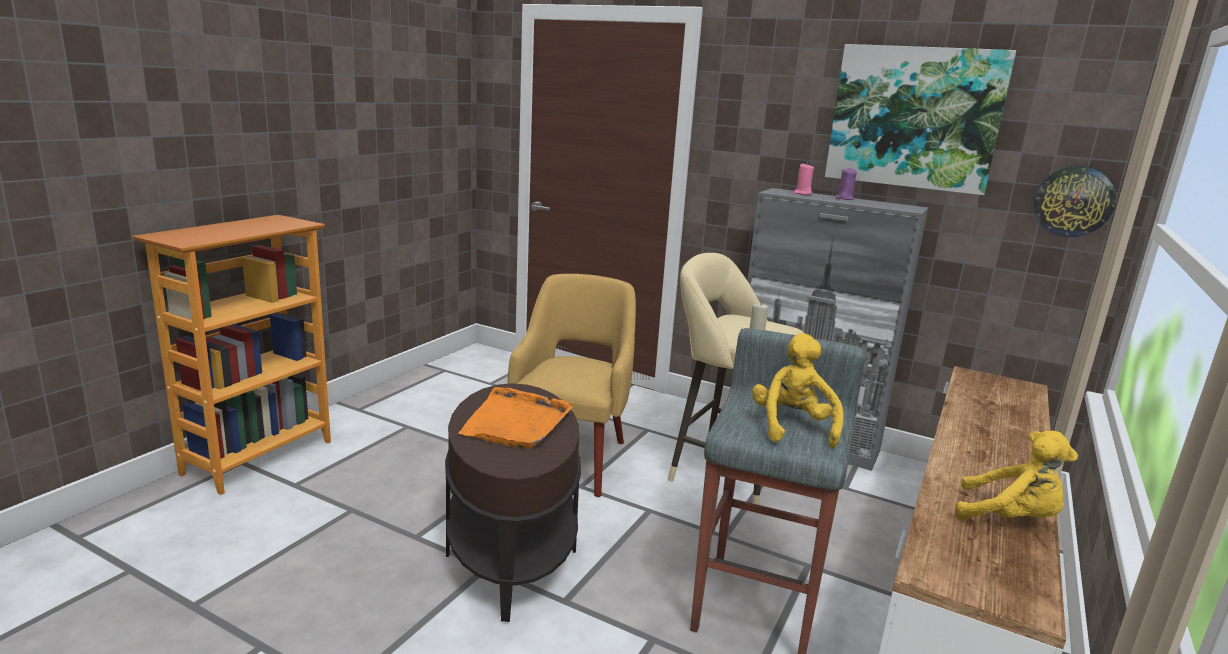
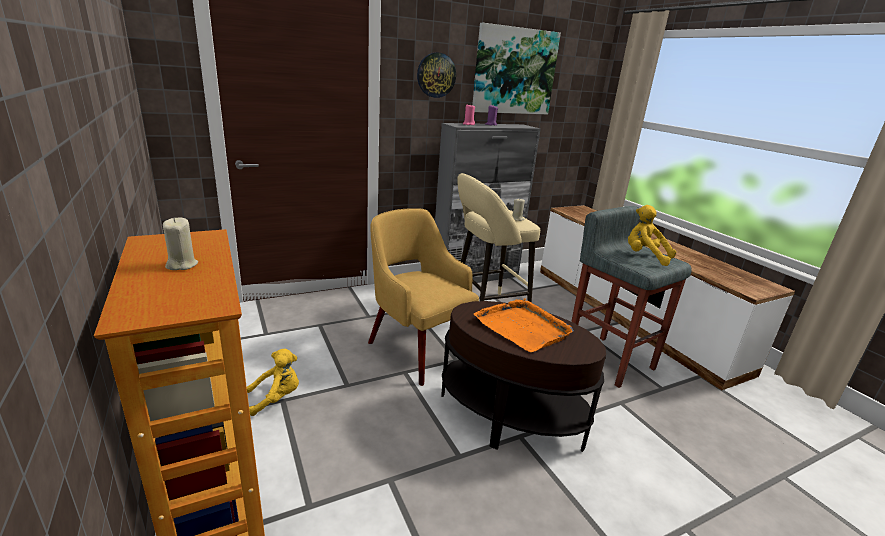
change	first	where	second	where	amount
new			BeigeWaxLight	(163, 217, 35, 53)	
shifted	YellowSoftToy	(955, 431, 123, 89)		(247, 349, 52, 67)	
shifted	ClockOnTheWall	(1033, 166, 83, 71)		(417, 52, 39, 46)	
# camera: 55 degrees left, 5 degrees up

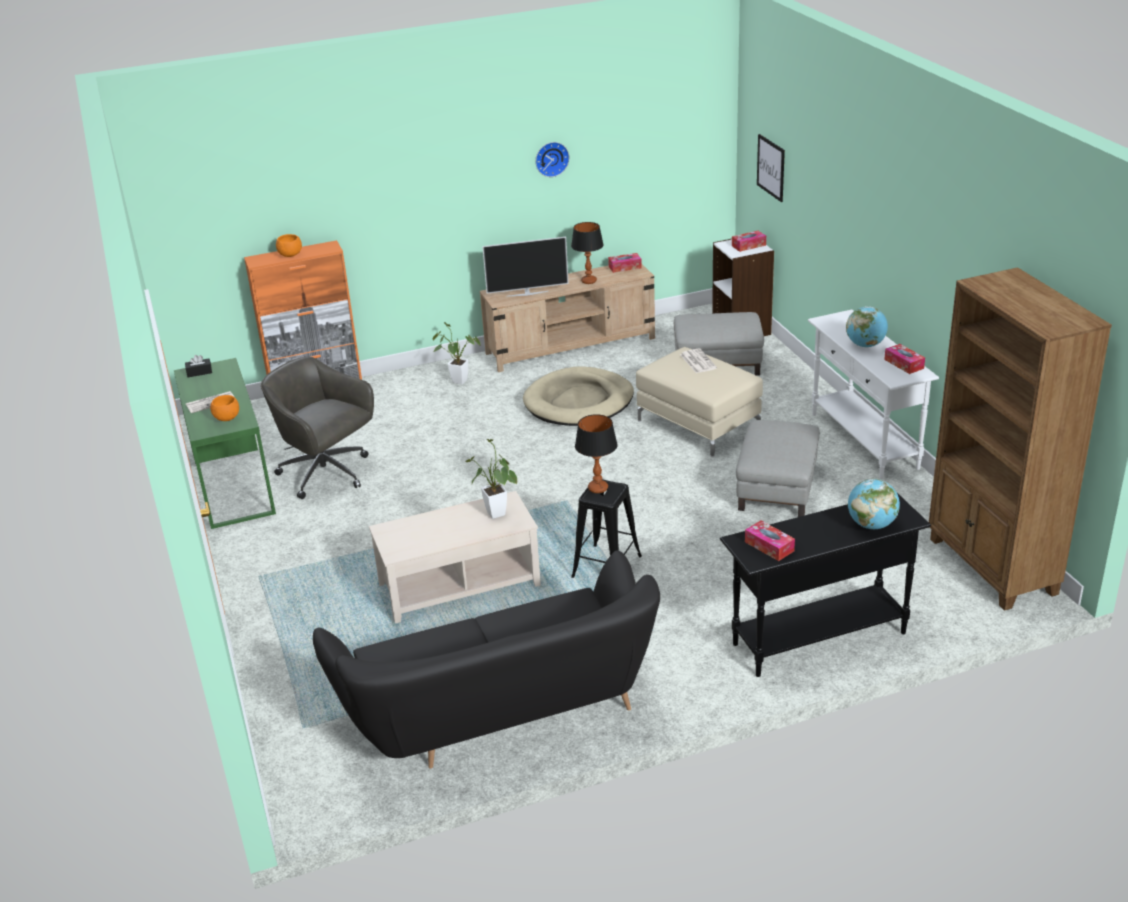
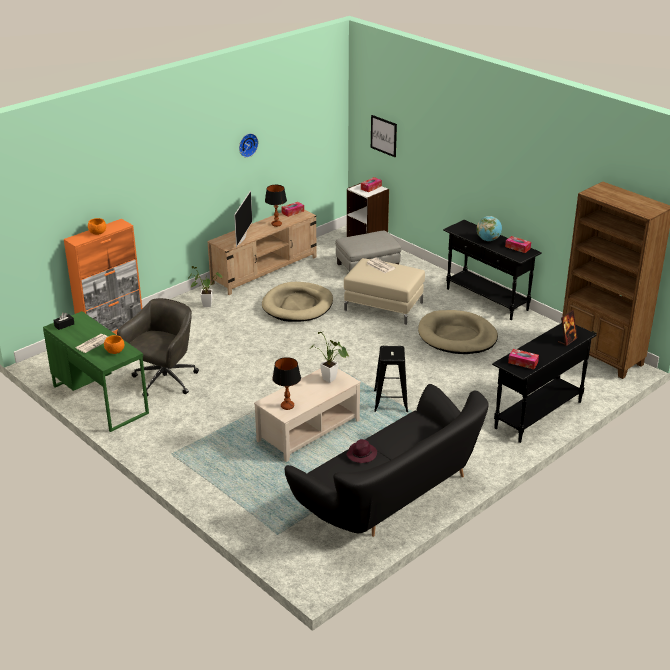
change	first	where	second	where	amount
rotated	GreyComputerChair	(261, 357, 113, 142)		(117, 298, 82, 99)	105 degrees clockwise
rotated	Television	(482, 237, 87, 60)		(234, 191, 18, 56)	45 degrees counterclockwise
shifted	TabletopLamp	(575, 414, 43, 79)		(272, 357, 29, 53)	
new			PurplishClothingHat	(346, 439, 31, 24)	
swapped	GreyOttoman	(736, 420, 84, 97)	BeigeDogBed	(418, 310, 80, 44)	
repainted	WhitishConsoleTable	(808, 309, 131, 170)	BlackishConsoleTable	(443, 220, 99, 100)	
swapped	DeskGlobe	(848, 479, 52, 50)	StandingFrame	(558, 310, 20, 36)	
# camera: 25 degrees left, 0 degrees up

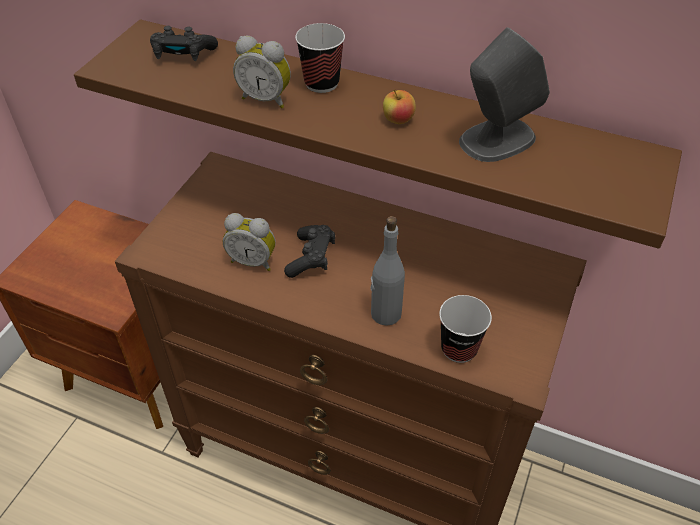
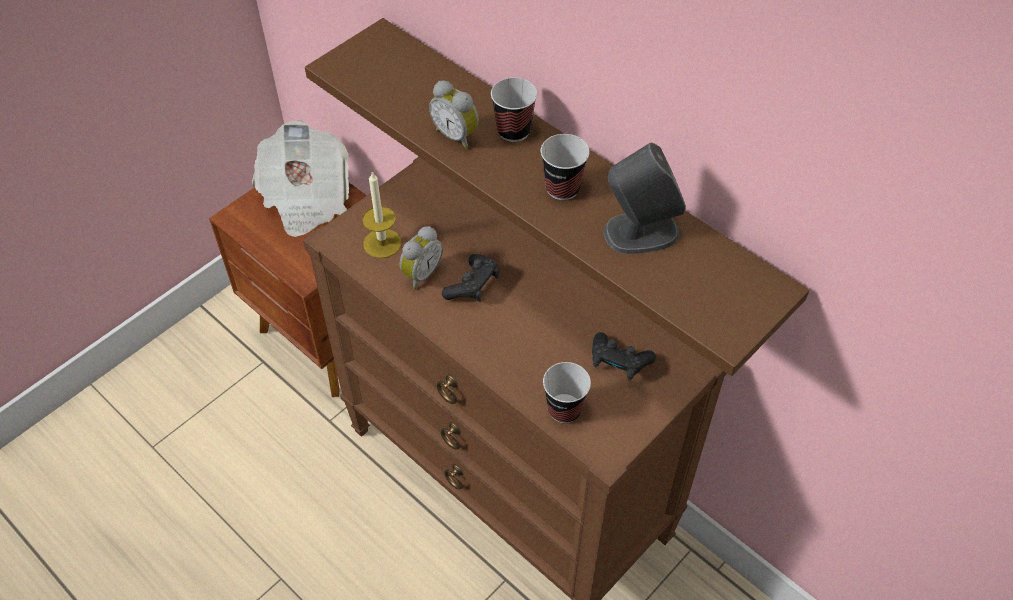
change	first	where	second	where	amount
new			Newspaper	(252, 120, 97, 117)	
new			WaxLight	(362, 172, 40, 86)	
rotated	TableClock	(223, 213, 53, 58)		(399, 226, 44, 63)	90 degrees counterclockwise
swapped	AppleFruit	(383, 89, 33, 35)	Cup	(541, 134, 49, 66)	
shifted	BlackishJoypad	(150, 26, 68, 35)		(592, 332, 64, 49)	
gone	GreyDrinkBottle	(371, 216, 34, 110)			
# camera: 20 degrees right, 5 degrees up

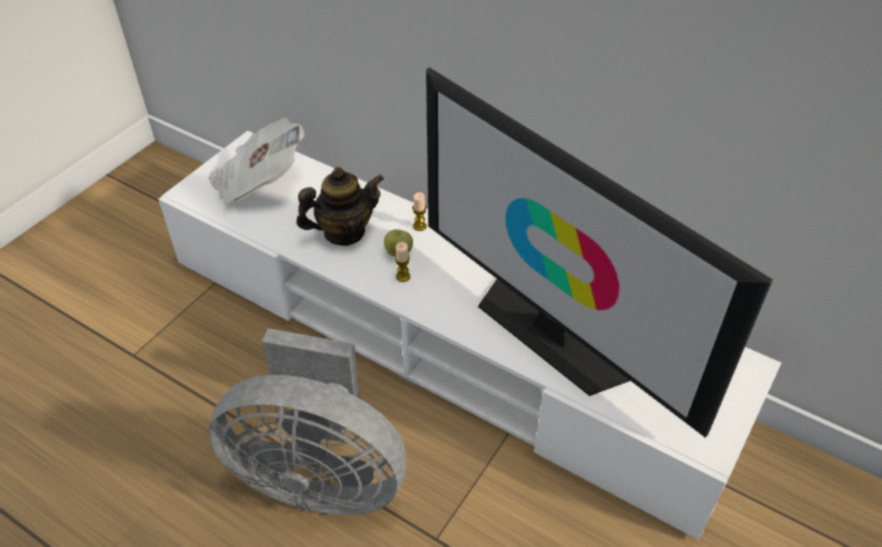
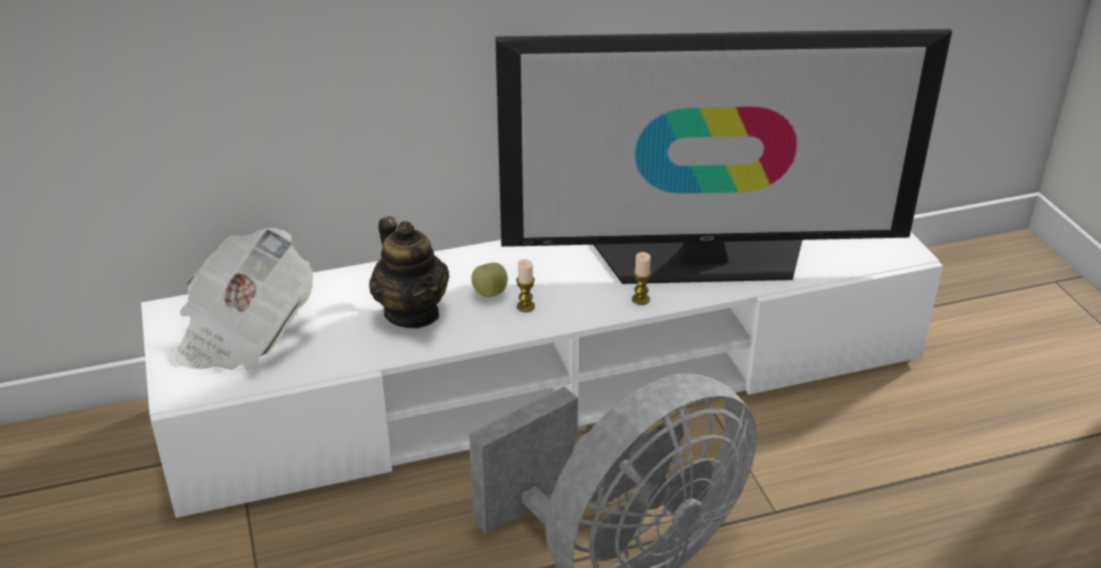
change	first	where	second	where	amount
rotated	Teapot	(296, 167, 88, 79)		(369, 216, 80, 112)	135 degrees clockwise
shifted	WaxLight	(412, 192, 15, 39)		(632, 252, 20, 53)	
# camera: 50 degrees left, 10 degrees down

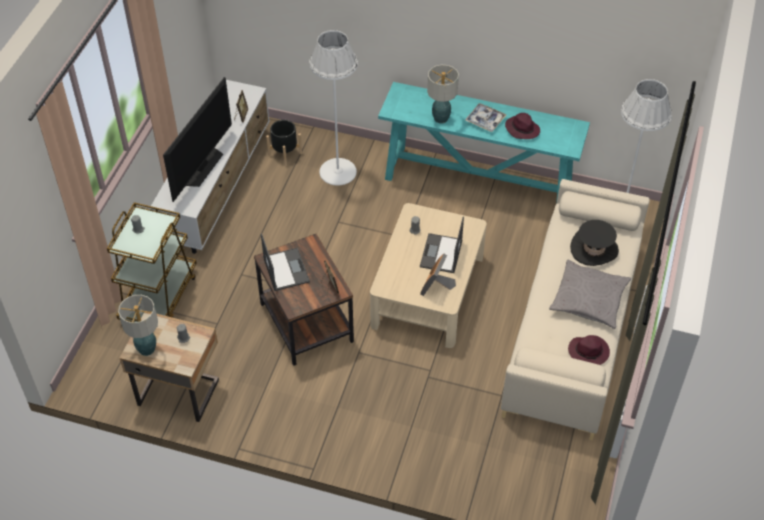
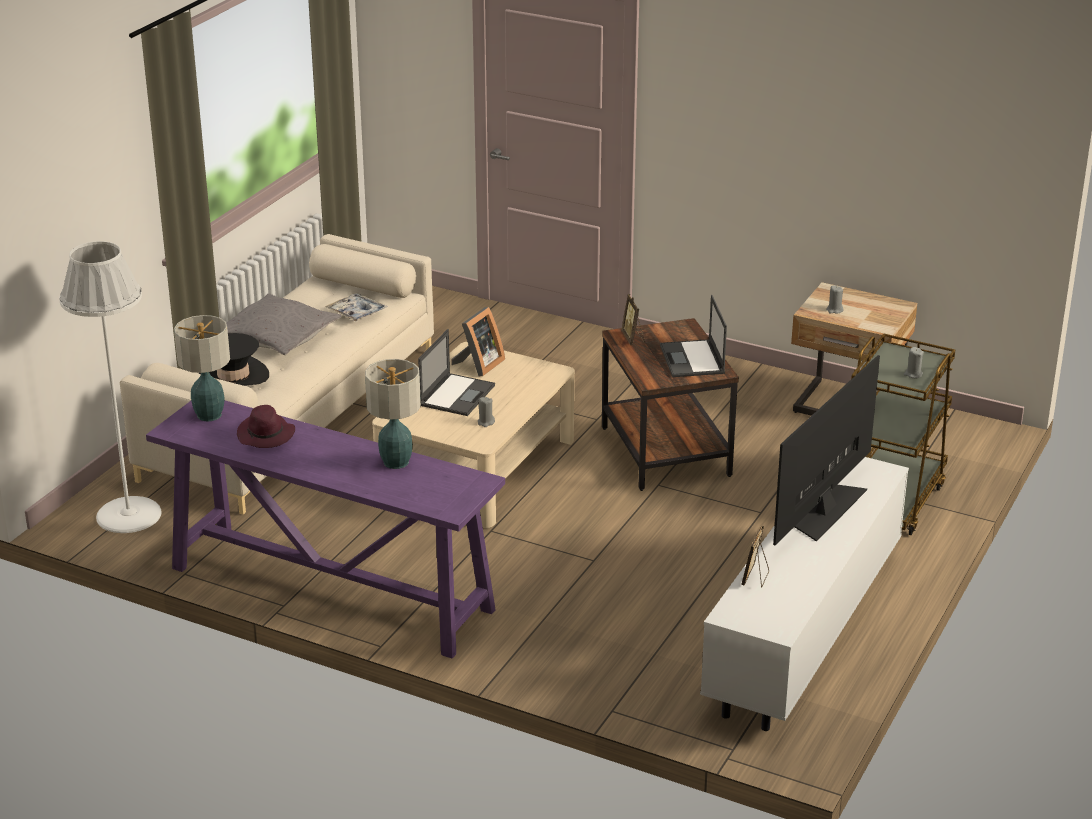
change	first	where	second	where	amount
repainted	BlueGreenConsoleTable	(378, 82, 212, 122)	PurplishConsoleTable	(146, 400, 359, 258)	
shifted	TabletopLamp	(118, 295, 40, 61)		(174, 315, 56, 107)	
shifted	Tray	(465, 103, 41, 29)		(325, 293, 63, 28)	
gone	BlackishPlantPot	(266, 120, 36, 46)			
gone	WhitishStandingLamp	(309, 30, 49, 156)			
gone	PurplishClothingHat	(568, 335, 42, 30)			
# camera: 170 degrees left, 20 degrees down

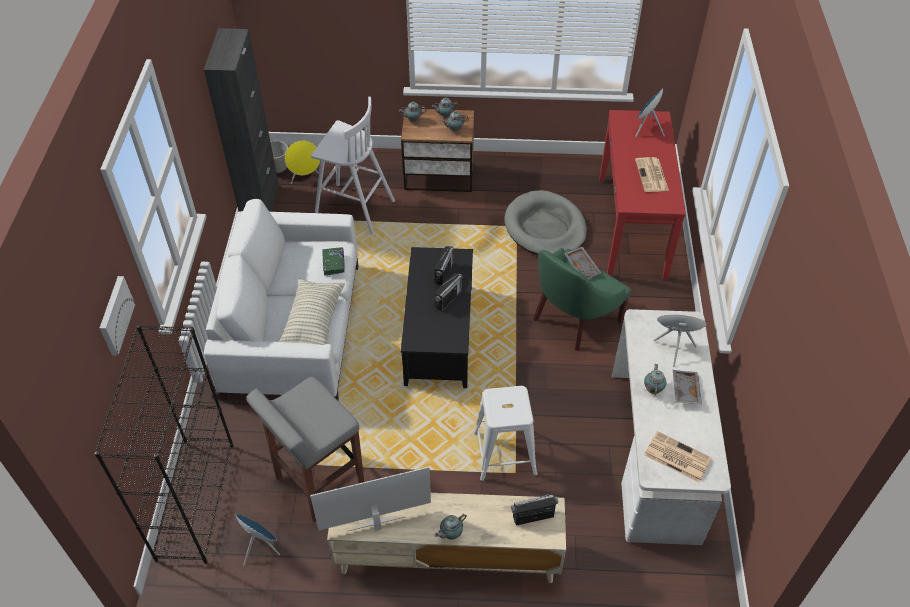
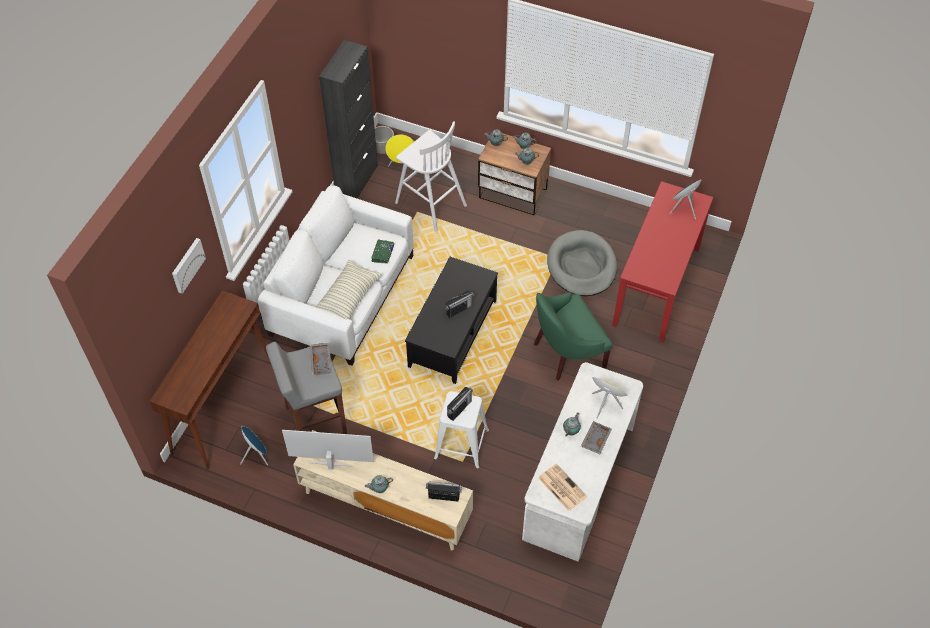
change	first	where	second	where	amount
swapped	BlackishShelvingUnit	(94, 325, 139, 239)	BrownColouredConsoleTable	(150, 291, 119, 178)	
shifted	GreyTray	(565, 246, 36, 33)		(310, 343, 22, 32)	
shifted	RadioReceiver	(435, 246, 19, 39)		(447, 387, 26, 34)	
gone	Newspaper	(635, 157, 34, 35)			
# camera: 20 degrees right, 5 degrees up

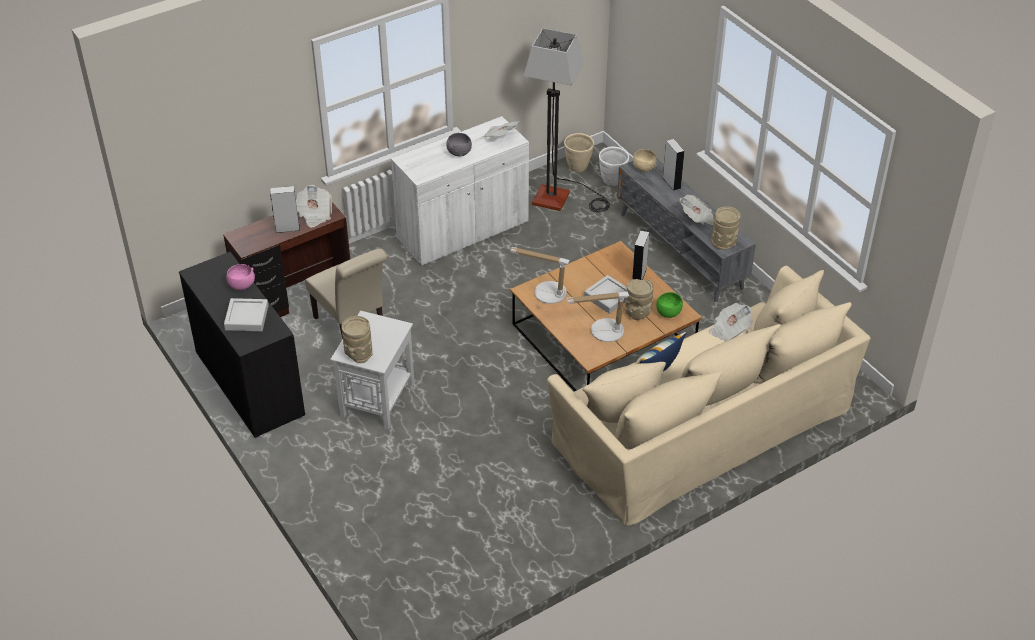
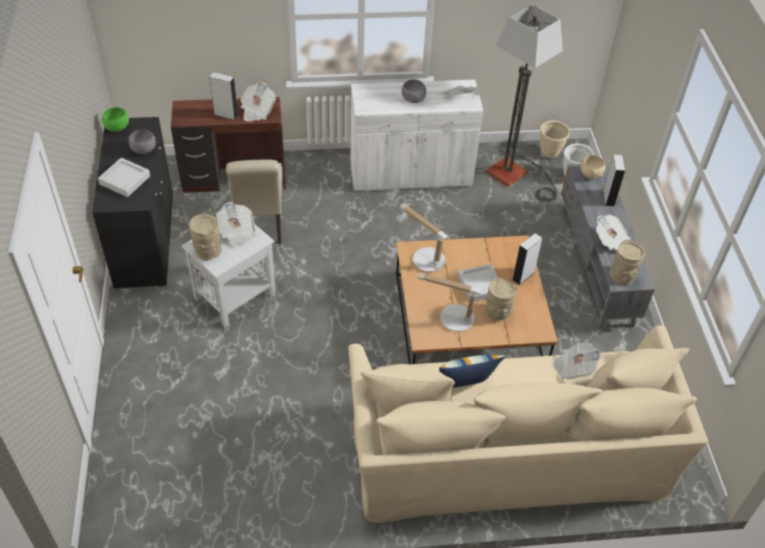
change	first	where	second	where	amount
shifted	GreenColouredServingBowl	(656, 292, 27, 26)		(102, 107, 27, 25)	
repainted	PinkServingBowl	(226, 264, 29, 26)	GreyServingBowl	(129, 129, 27, 25)	
new			Newspaper	(216, 202, 40, 46)	
# camera: 25 degrees right, 5 degrees up

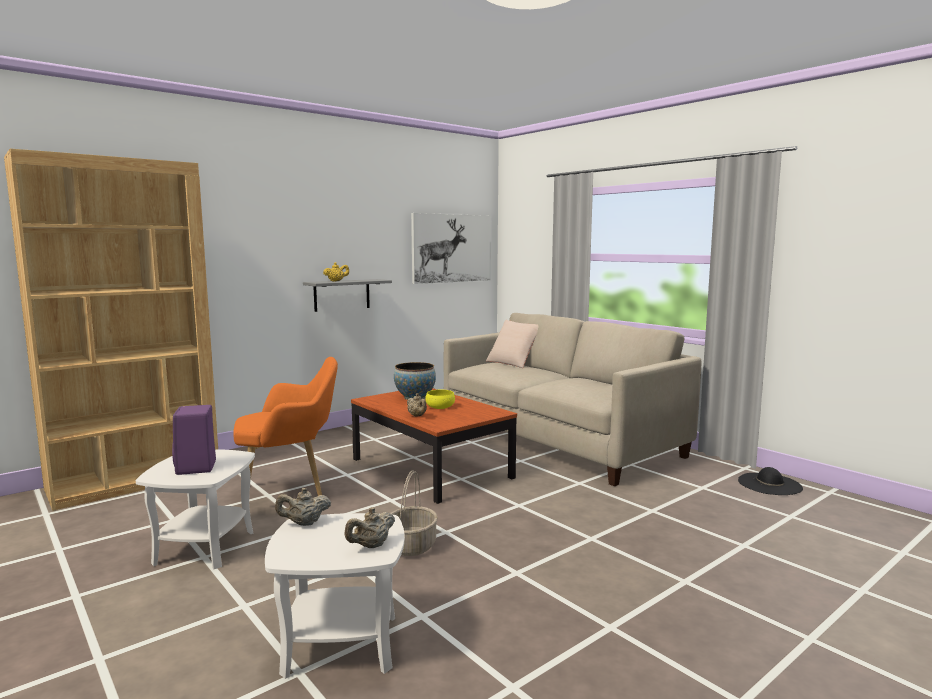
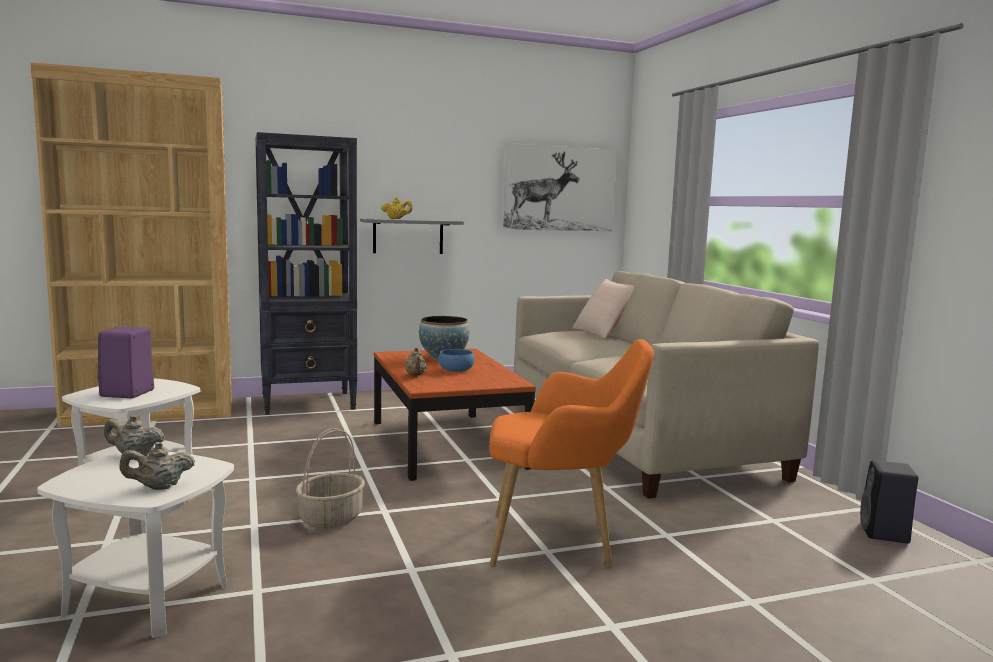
change	first	where	second	where	amount
new			BlackishShelvingUnit	(255, 132, 102, 283)	
repainted	YellowServingBowl	(425, 390, 30, 19)	BlueServingBowl	(438, 349, 37, 23)	
shifted	OrangeColouredLoungeChair	(233, 357, 105, 139)		(489, 339, 165, 228)	
swapped	BlackishClothingHat	(738, 467, 65, 28)	BlackishAudioSpeaker	(860, 460, 58, 83)	
# camera: 20 degrees right, 0 degrees up

